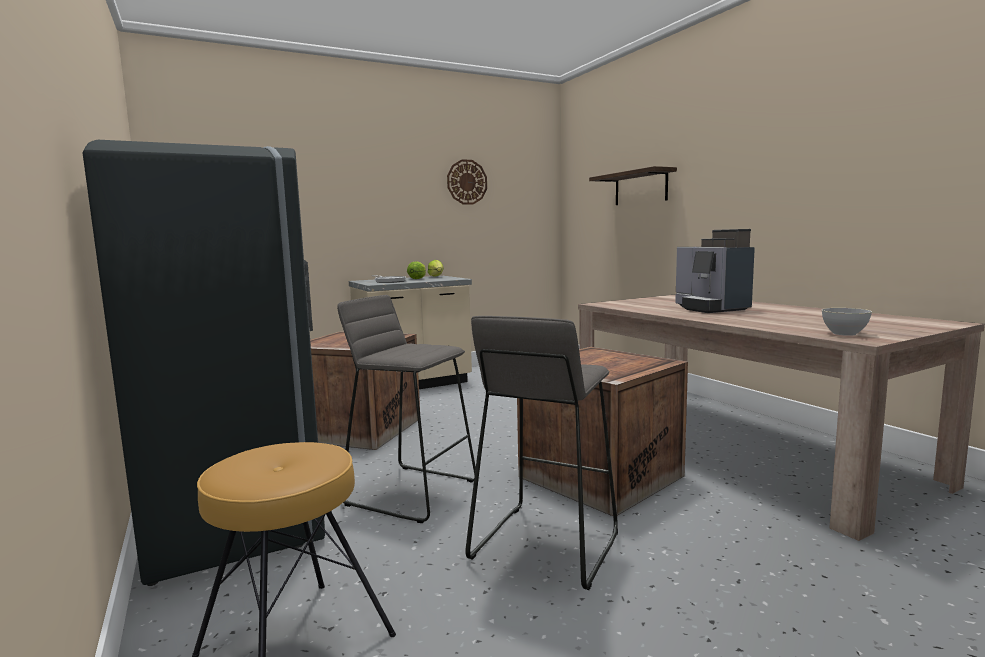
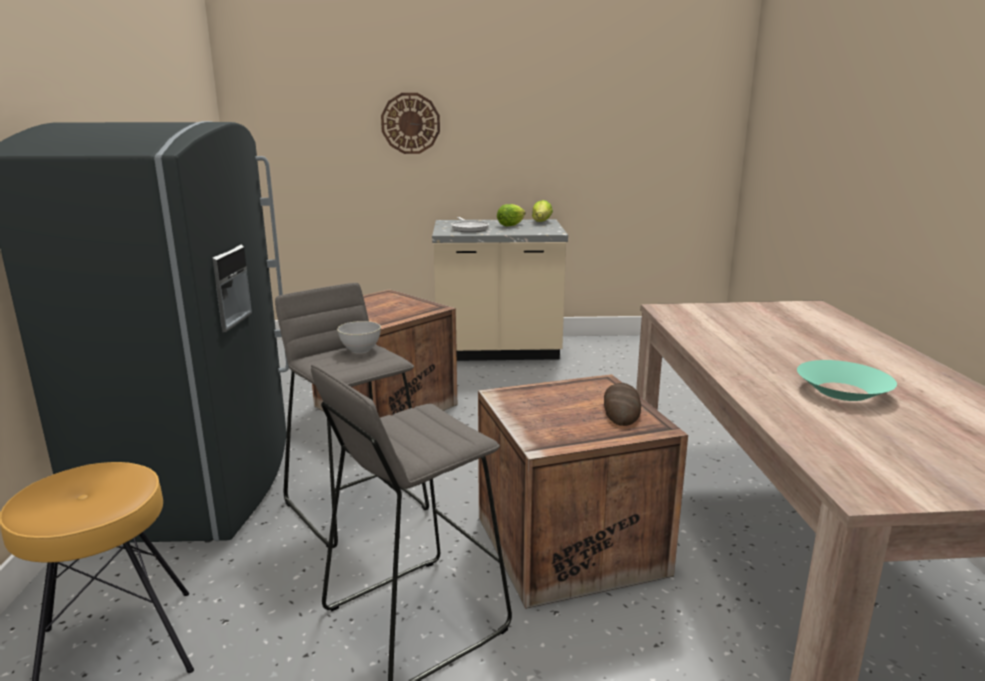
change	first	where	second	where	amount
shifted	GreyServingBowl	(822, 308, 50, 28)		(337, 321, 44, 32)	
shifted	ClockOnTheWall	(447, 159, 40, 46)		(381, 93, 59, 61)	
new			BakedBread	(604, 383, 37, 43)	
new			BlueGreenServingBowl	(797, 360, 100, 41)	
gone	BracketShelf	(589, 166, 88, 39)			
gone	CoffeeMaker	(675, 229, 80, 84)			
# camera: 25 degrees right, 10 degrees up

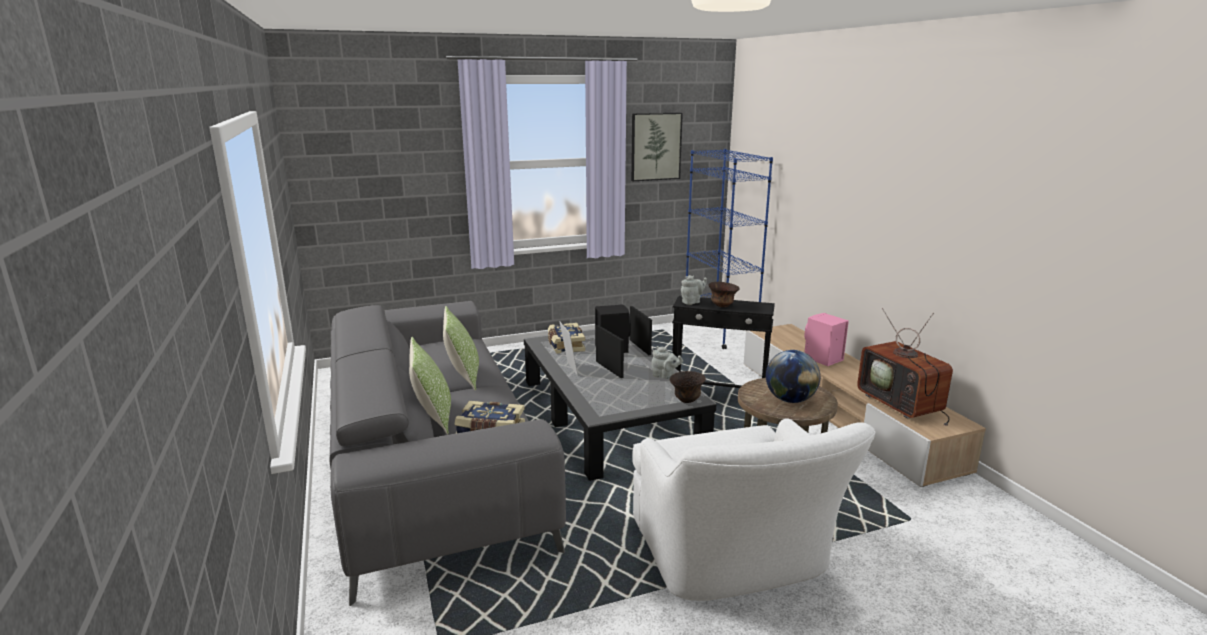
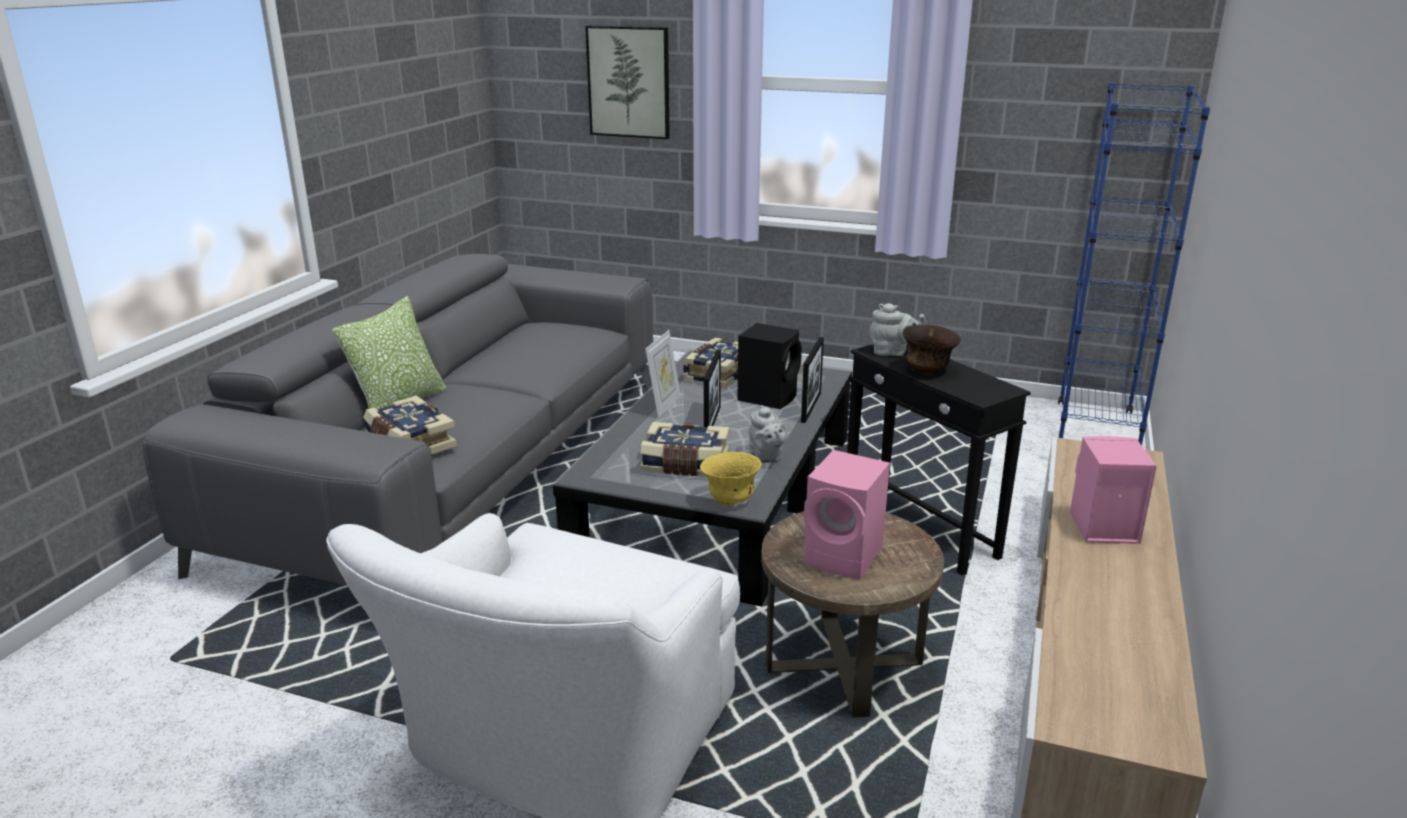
change	first	where	second	where	amount
shifted	WallArt	(631, 113, 52, 68)		(585, 26, 85, 113)	
new			Volume	(640, 422, 90, 55)	
repainted	BrownColouredServingBowl	(670, 371, 36, 32)	YellowServingBowl	(700, 452, 61, 54)	
swapped	DeskGlobe	(766, 350, 54, 53)	PinkAudioSpeaker	(804, 450, 86, 129)	
gone	Pillow	(443, 306, 36, 85)			
gone	Television	(857, 308, 96, 118)			
# camera: 40 degrees right, 5 degrees up

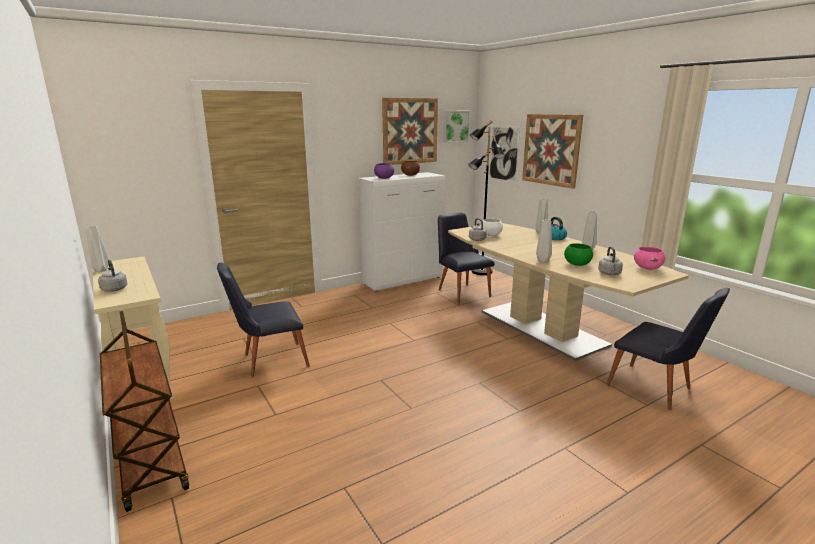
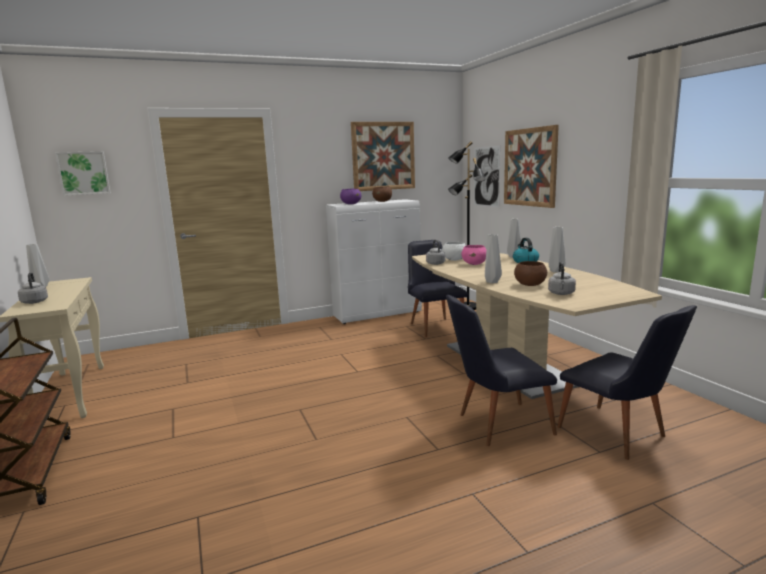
change	first	where	second	where	amount
shifted	WallArt	(443, 111, 27, 32)		(55, 151, 56, 45)	
shifted	BlackishUprightChair	(217, 262, 93, 115)		(446, 295, 111, 151)	
shifted	PinkServingBowl	(634, 247, 31, 23)		(462, 245, 24, 20)	
repainted	GreenColouredServingBowl	(564, 243, 29, 23)	BrownColouredServingBowl	(514, 261, 33, 25)	
# camera: 10 degrees right, 5 degrees down

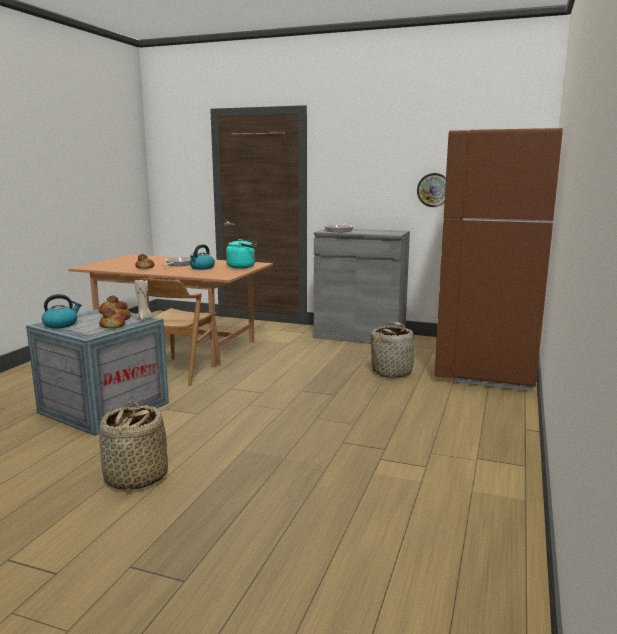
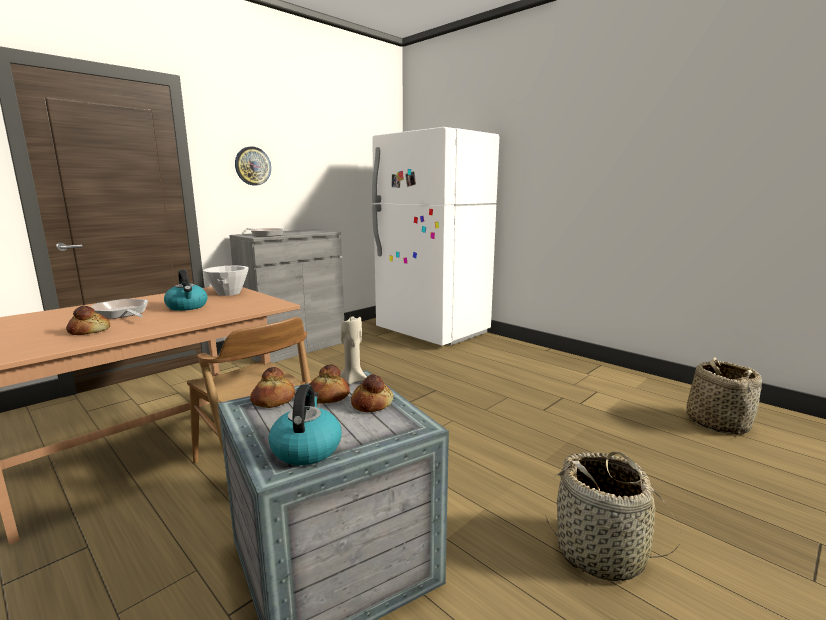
change	first	where	second	where	amount
swapped	BlueGreenWaterKettle	(226, 239, 31, 30)	WhitishServingBowl	(203, 266, 46, 30)	
shifted	ClockOnTheWall	(417, 173, 29, 34)		(235, 146, 36, 39)	
repainted	BrownColouredKitchenFridge	(434, 128, 129, 263)	WhitishKitchenFridge	(372, 127, 127, 219)	
shifted	Basket	(371, 321, 47, 57)		(686, 357, 76, 78)	
# camera: 65 degrees left, 0 degrees up

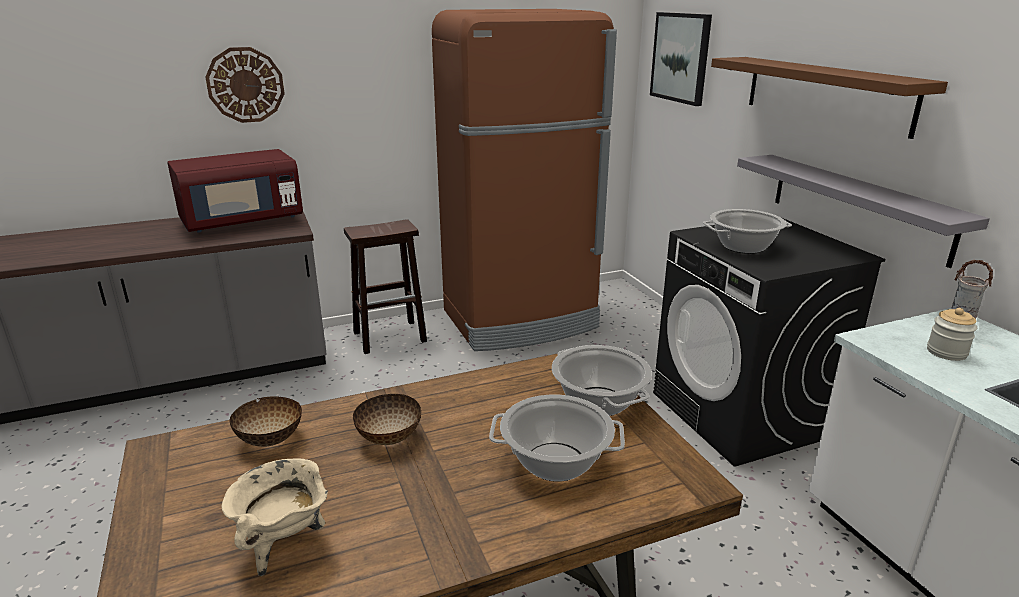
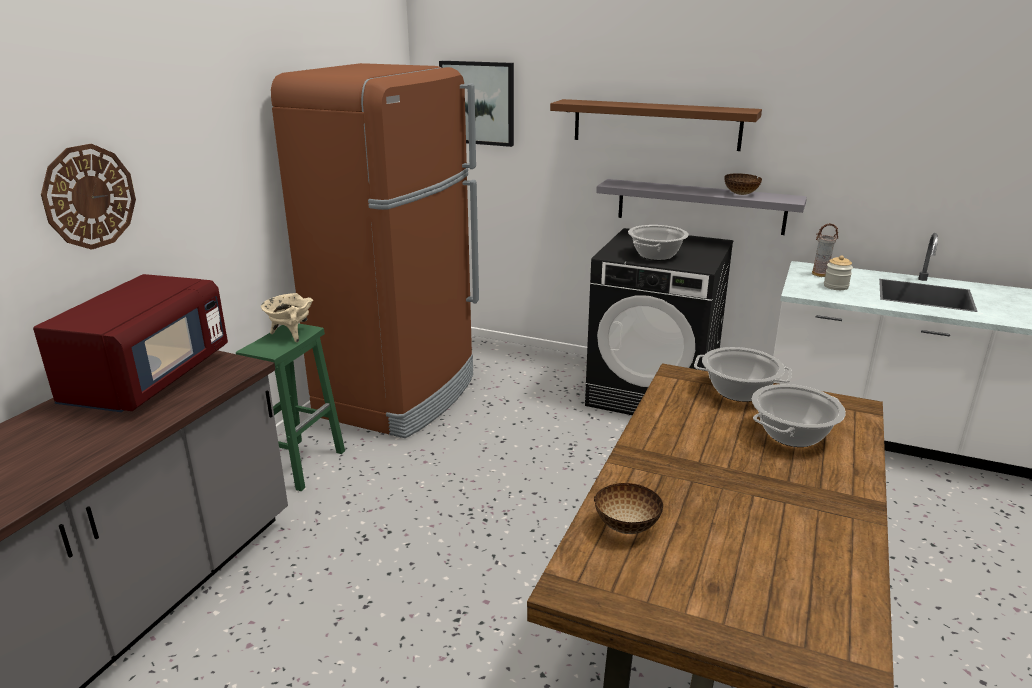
change	first	where	second	where	amount
repainted	BrownColouredStool	(344, 219, 83, 135)	GreenColouredStool	(236, 324, 109, 167)	
shifted	BeigeCookingPot	(221, 459, 107, 117)		(261, 293, 52, 49)	
shifted	ServingBowl	(353, 394, 68, 51)		(724, 173, 38, 22)	
# camera: 45 degrees left, 0 degrees up

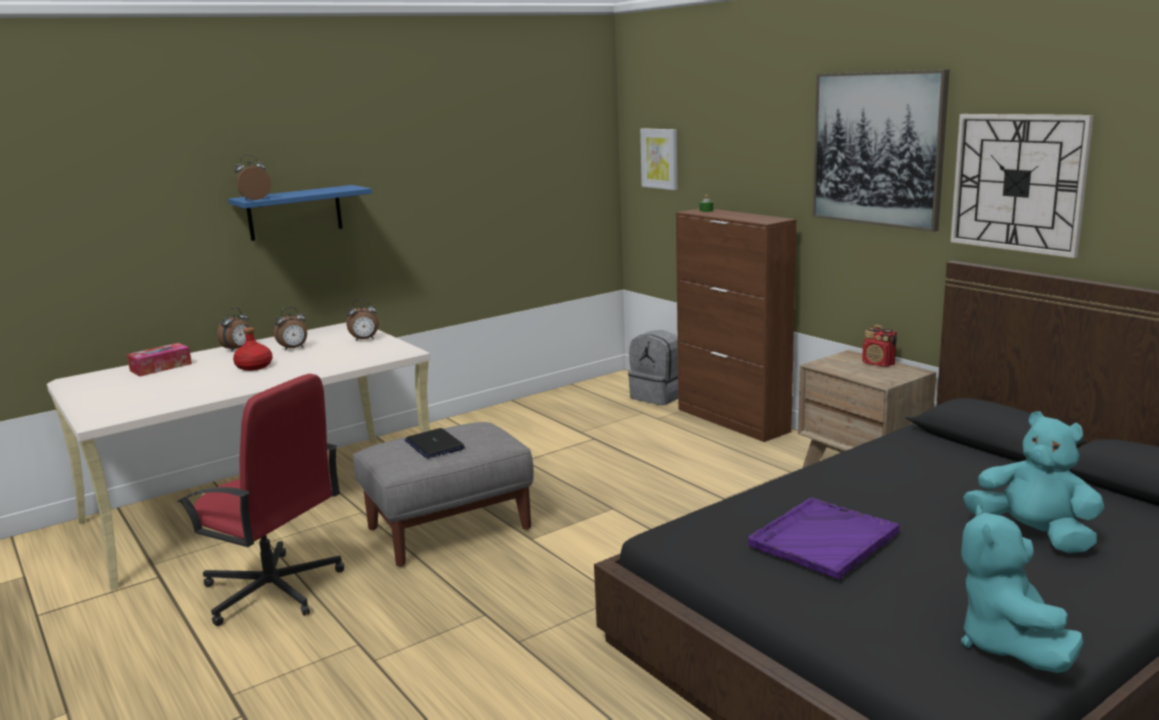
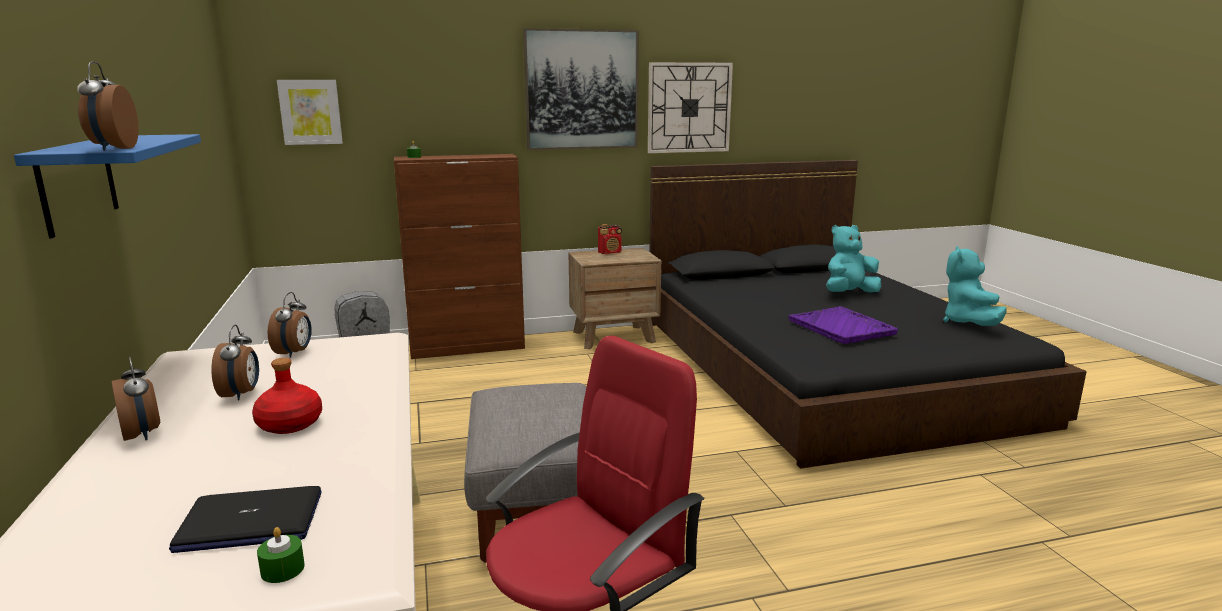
change	first	where	second	where	amount
shifted	Laptop	(405, 428, 60, 30)		(169, 486, 153, 67)	
new			GreenColouredWaxLight	(257, 527, 48, 56)	
rotated	BlueGreenSoftToy	(961, 504, 122, 169)		(943, 246, 64, 80)	75 degrees clockwise
gone	BoxOfTissues	(127, 343, 65, 33)			
# camera: 70 degrees left, 0 degrees up

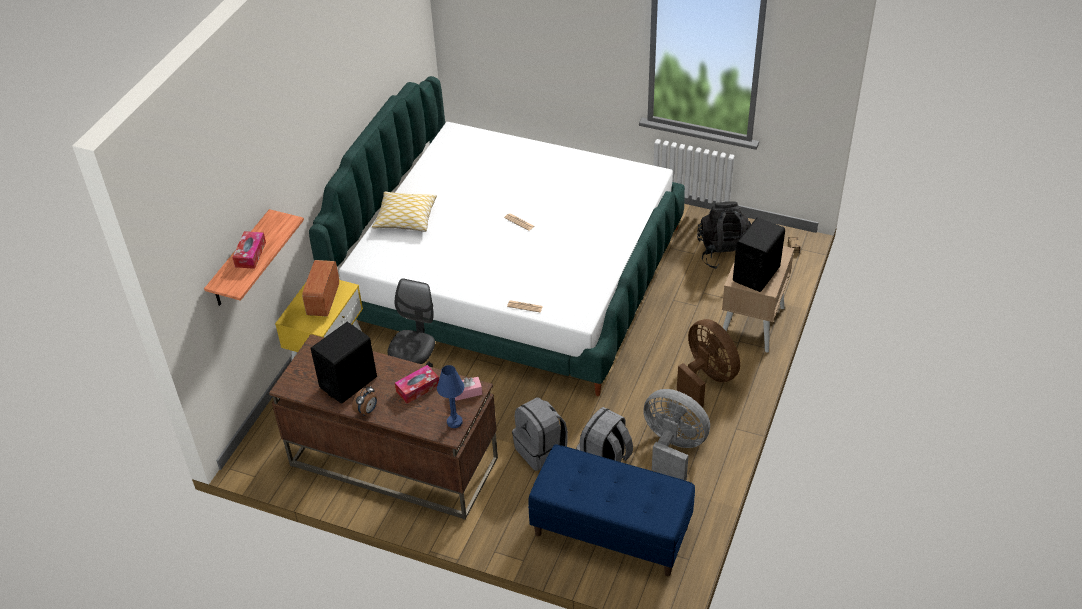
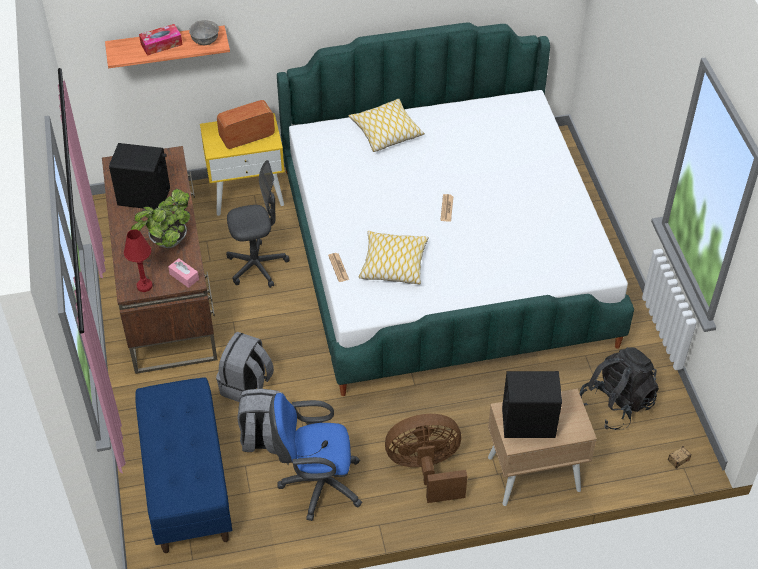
change	first	where	second	where	amount
repainted	BlueTabletopLamp	(437, 365, 27, 63)	RedColouredTabletopLamp	(124, 229, 29, 63)	
swapped	BoxOfTissues	(395, 365, 44, 39)	PottedPlant	(131, 189, 59, 59)	
new			GreyServingBowl	(189, 20, 30, 25)	
swapped	GreyFan	(643, 389, 67, 92)	BlueComputerChair	(269, 393, 93, 128)	
new			Pillow	(359, 231, 69, 53)	
rotated	BrownColouredFan	(677, 319, 63, 88)		(385, 414, 82, 89)	120 degrees counterclockwise
gone	TableClock	(352, 386, 25, 30)			
# camera: 55 degrees right, 5 degrees up

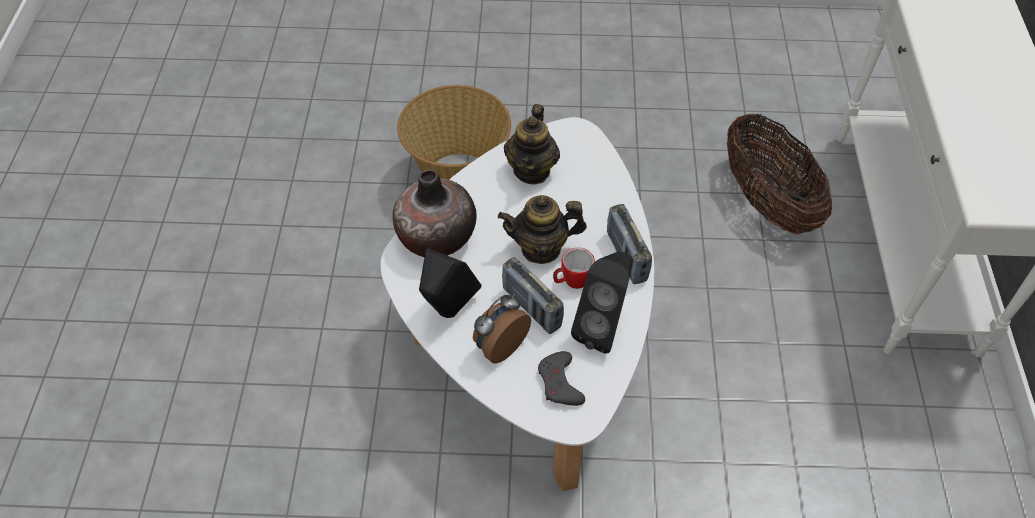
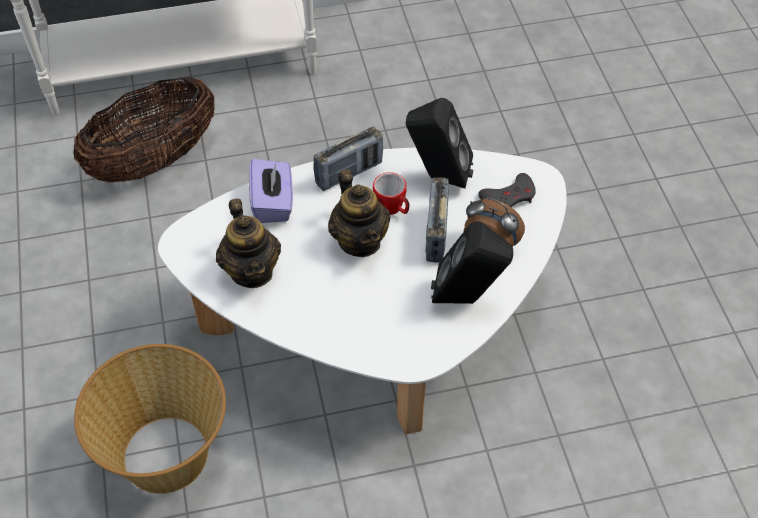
change	first	where	second	where	amount
rotated	Teapot	(504, 104, 56, 80)		(216, 198, 65, 90)	75 degrees clockwise
new			PurplishBoxOfTissues	(249, 159, 44, 64)	
rotated	RadioReceiver	(502, 257, 62, 77)		(426, 177, 23, 85)	150 degrees clockwise
gone	FlowerVase	(393, 169, 84, 88)			
# camera: 105 degrees left, 0 degrees up

